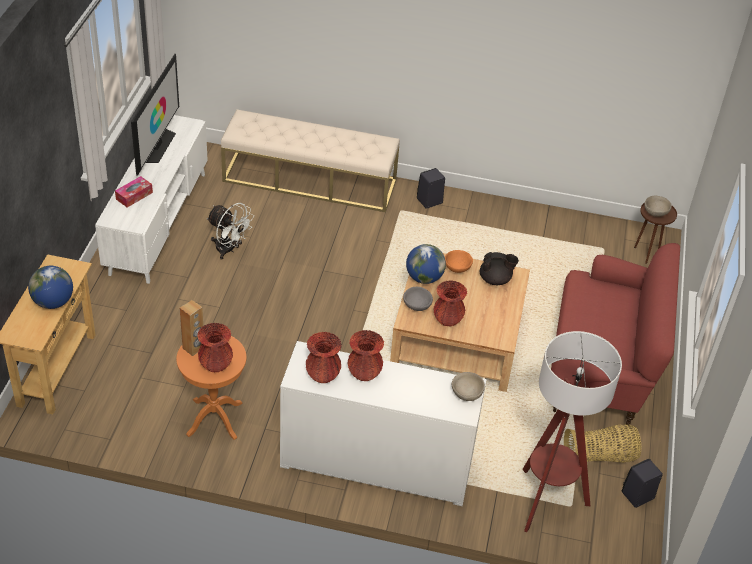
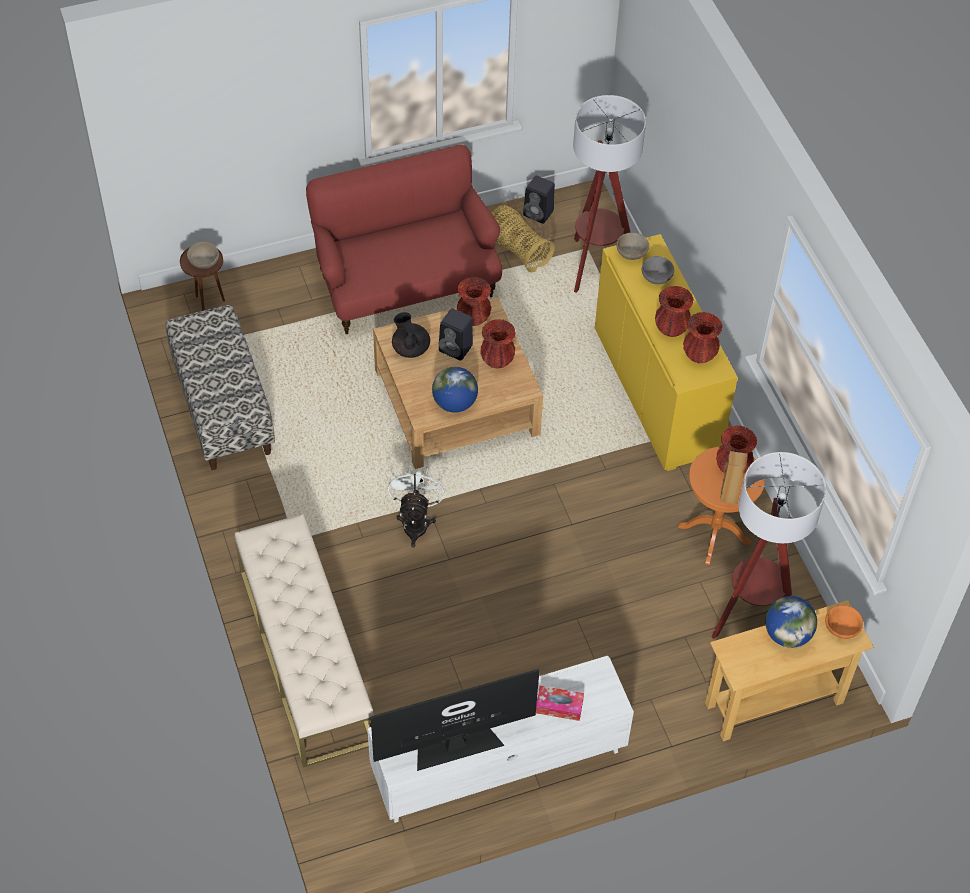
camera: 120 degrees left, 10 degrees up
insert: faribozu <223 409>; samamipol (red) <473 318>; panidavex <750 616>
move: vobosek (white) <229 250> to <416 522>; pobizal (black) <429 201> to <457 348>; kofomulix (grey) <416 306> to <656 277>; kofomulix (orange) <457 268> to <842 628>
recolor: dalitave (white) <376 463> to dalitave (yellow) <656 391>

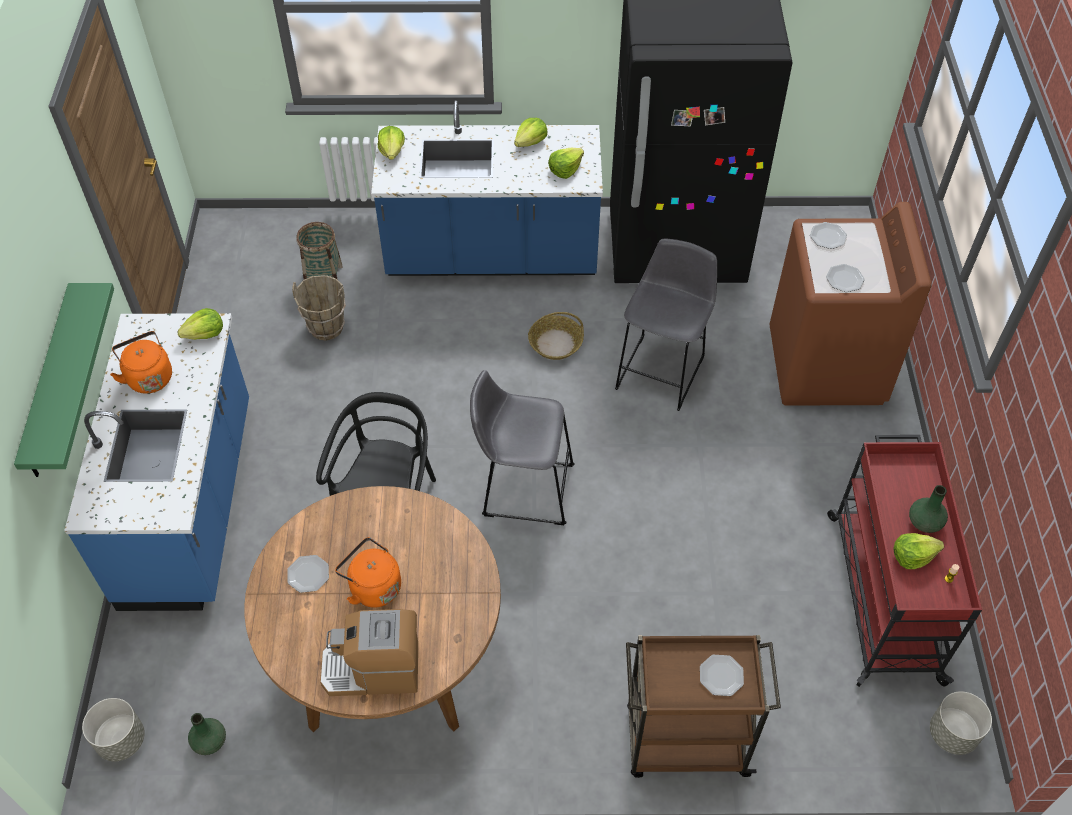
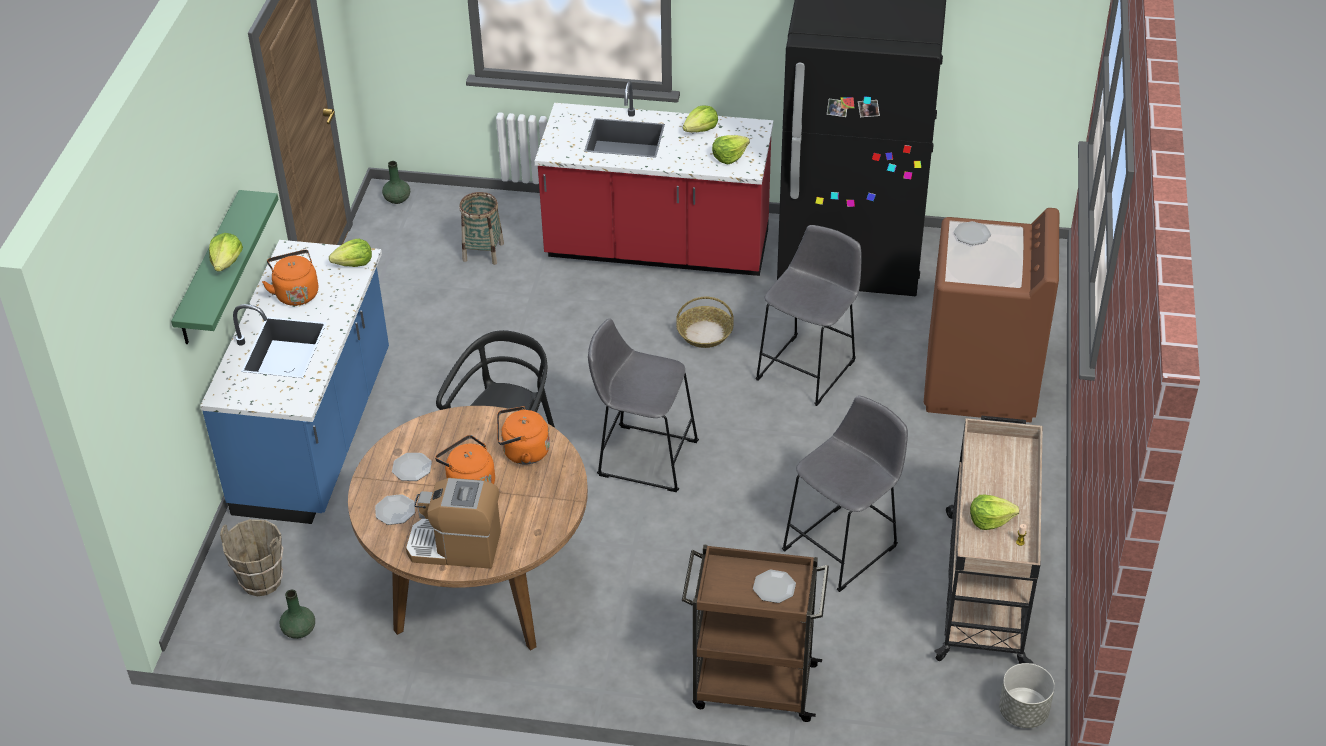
camera: 10 degrees right, 10 degrees down
delete: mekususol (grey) <121 739>
insert: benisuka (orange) <523 452>; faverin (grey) <844 545>
move: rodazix <392 151> to <226 262>; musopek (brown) <326 327> to <261 580>; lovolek <844 279> to <395 510>; samamipol (green) <924 521> to <397 199>
recolor: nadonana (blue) <492 256> to nadonana (red) <657 248>; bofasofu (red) <883 594> to bofasofu (beige) <985 587>

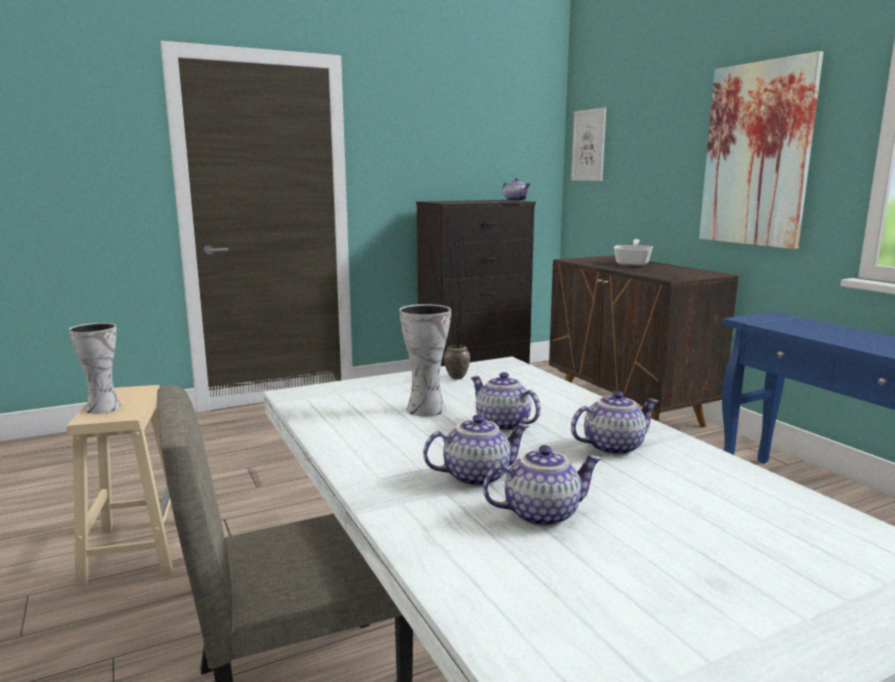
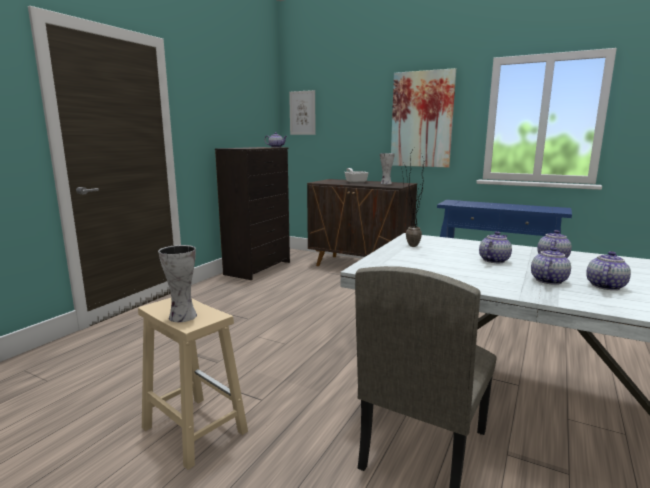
camera: 35 degrees left, 0 degrees up
move: samamipol <424 409> to <385 183>
rotate: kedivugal <501 425> = <493 260> 120 degrees clockwise

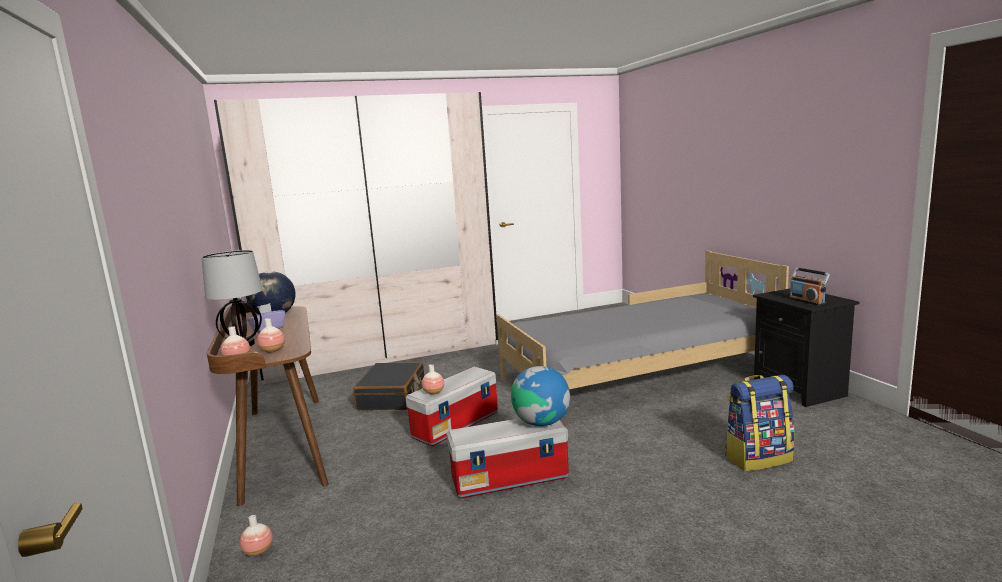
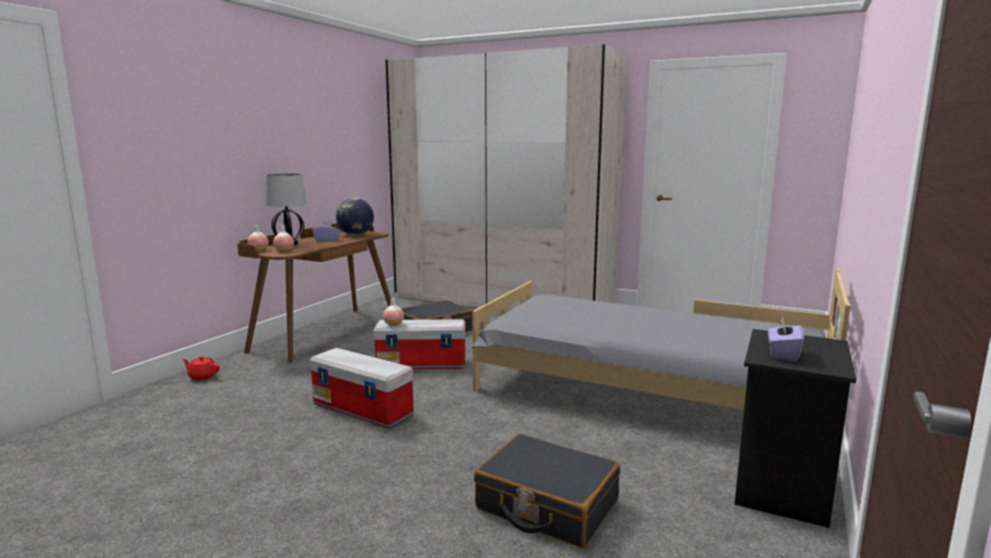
camera: 45 degrees right, 0 degrees up
delete: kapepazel <541 422>
replace: samamipol <258 551> to kedivugal (red) <202 376>; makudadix <758 458> to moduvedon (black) <546 505>; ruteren <807 301> to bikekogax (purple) <783 354>

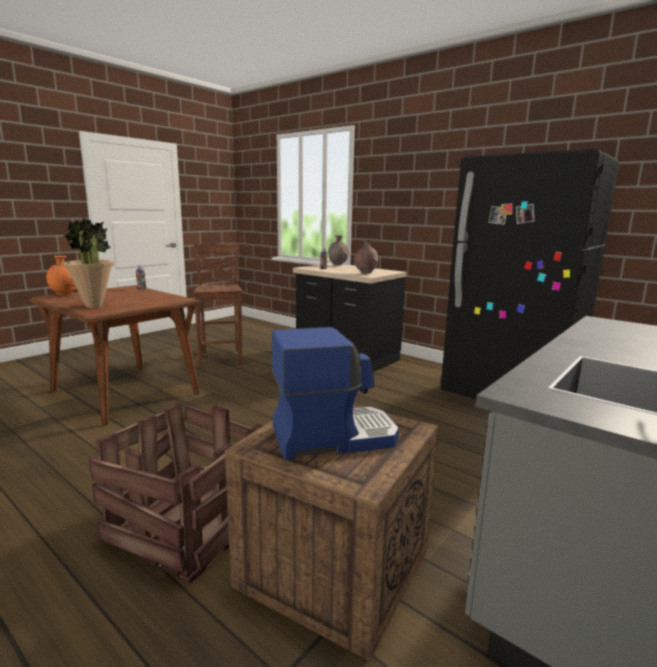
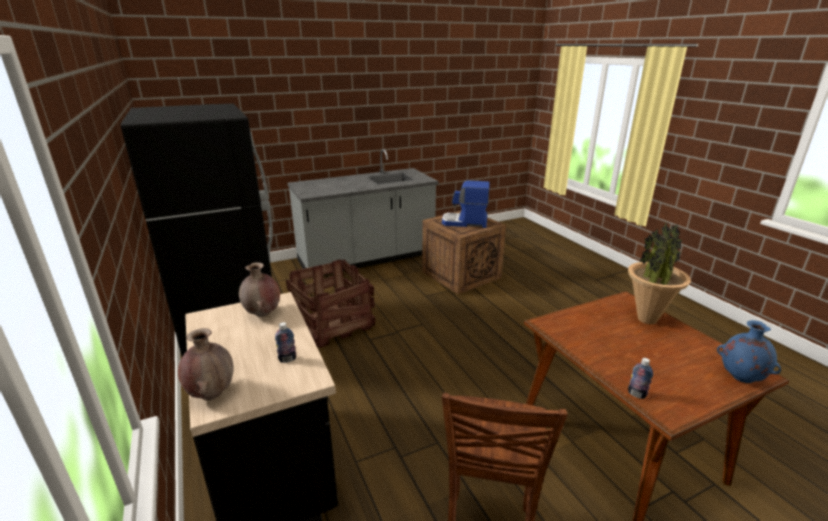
camera: 155 degrees left, 10 degrees up
move: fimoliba <190 523> to <332 324>
recolor: samamipol (orange) <64 295> to samamipol (blue) <740 377>

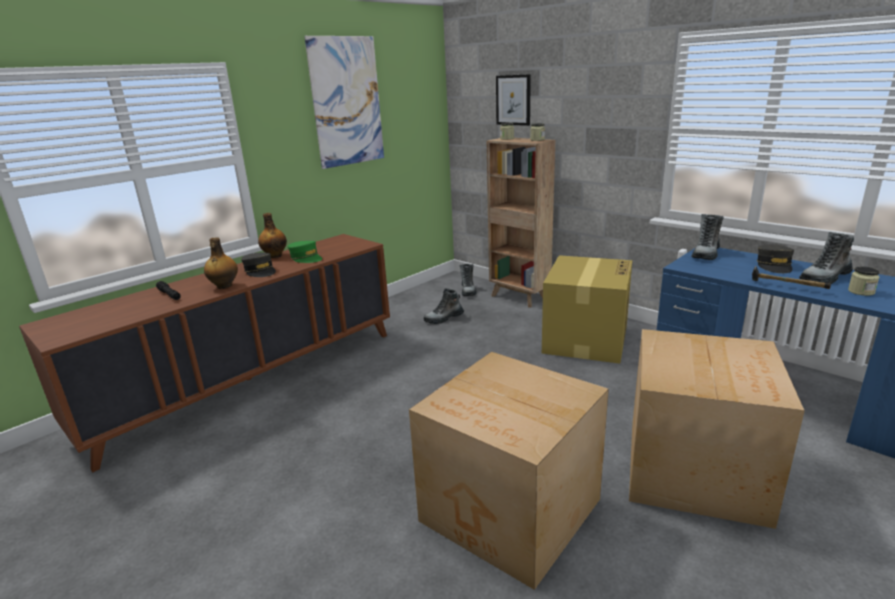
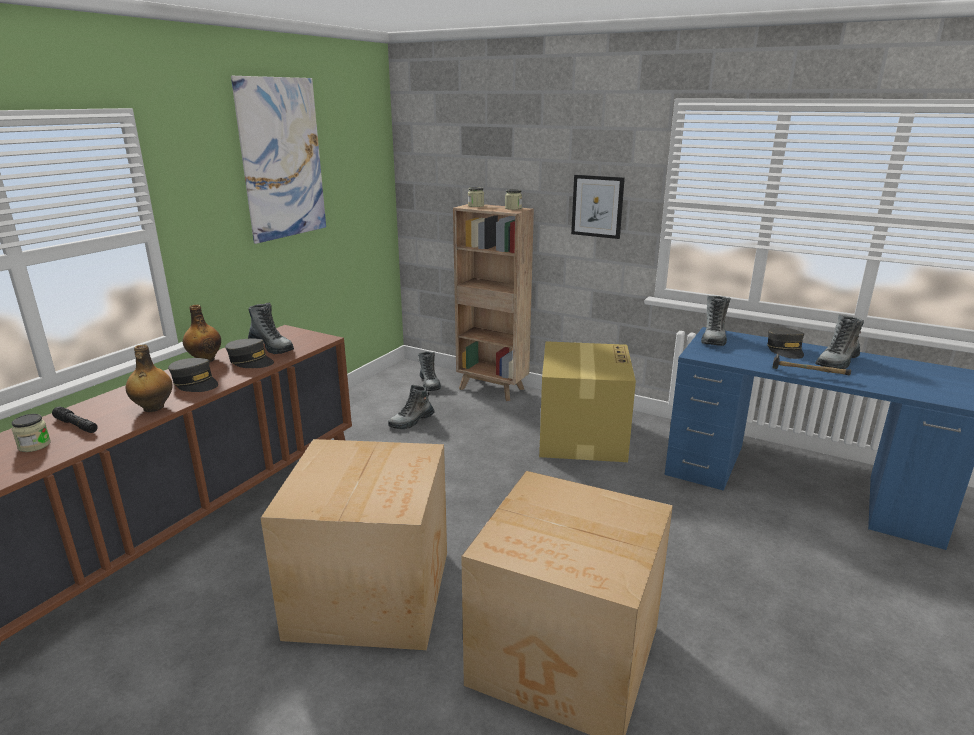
camera: 15 degrees left, 0 degrees up
insert: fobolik <272 347>
move: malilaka <861 291> to <34 445>; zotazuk <696 469> to <373 591>; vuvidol <513 100> to <597 206>
recolor: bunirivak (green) <306 258> to bunirivak (grey) <250 361>

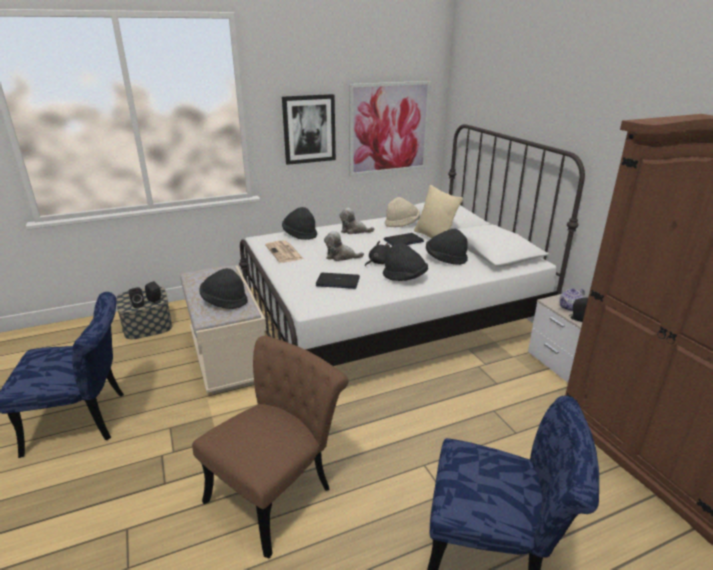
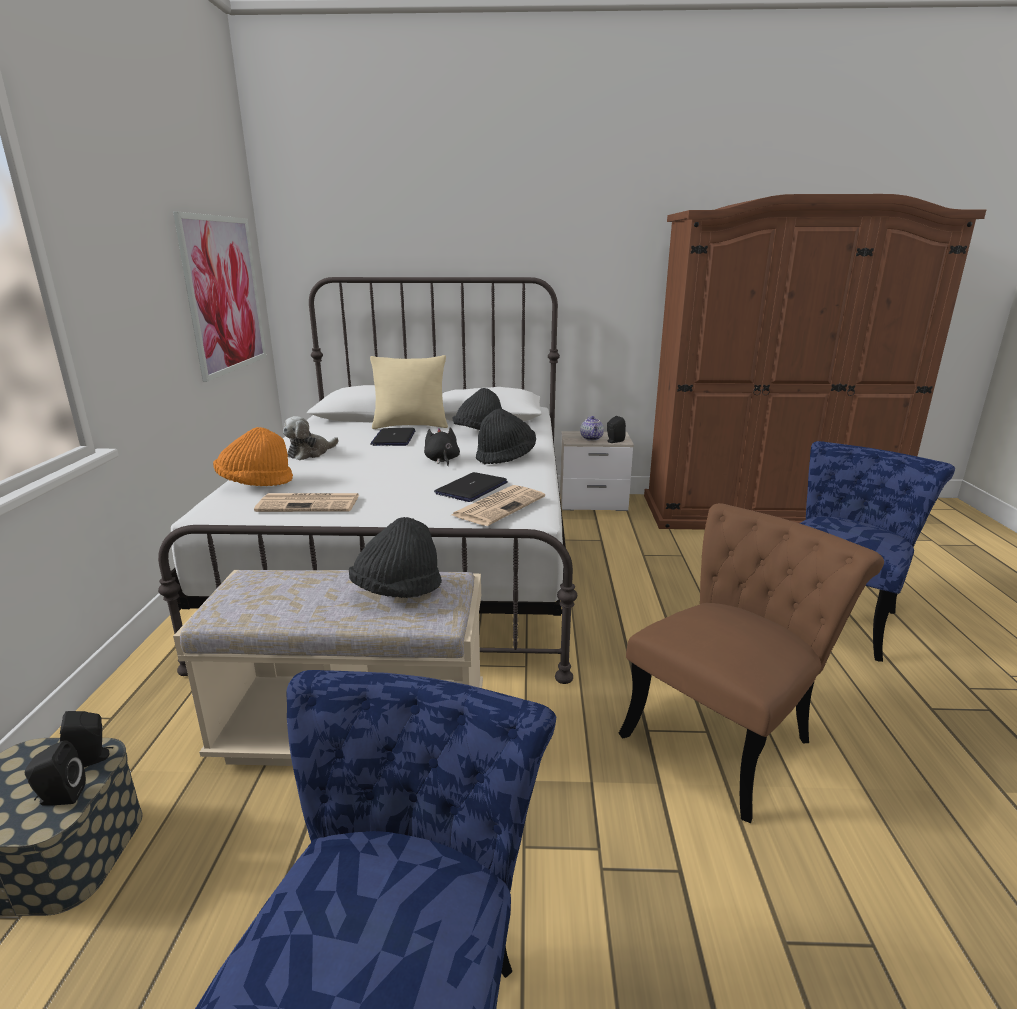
camera: 65 degrees left, 5 degrees down
delete: vuvidol <309 129>; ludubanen <341 257>; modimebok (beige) <402 224>
insert: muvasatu <499 505>
recolor: modimebok (black) <300 234> to modimebok (orange) <255 484>
rotate: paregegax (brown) <278 490> = <727 734> 75 degrees clockwise

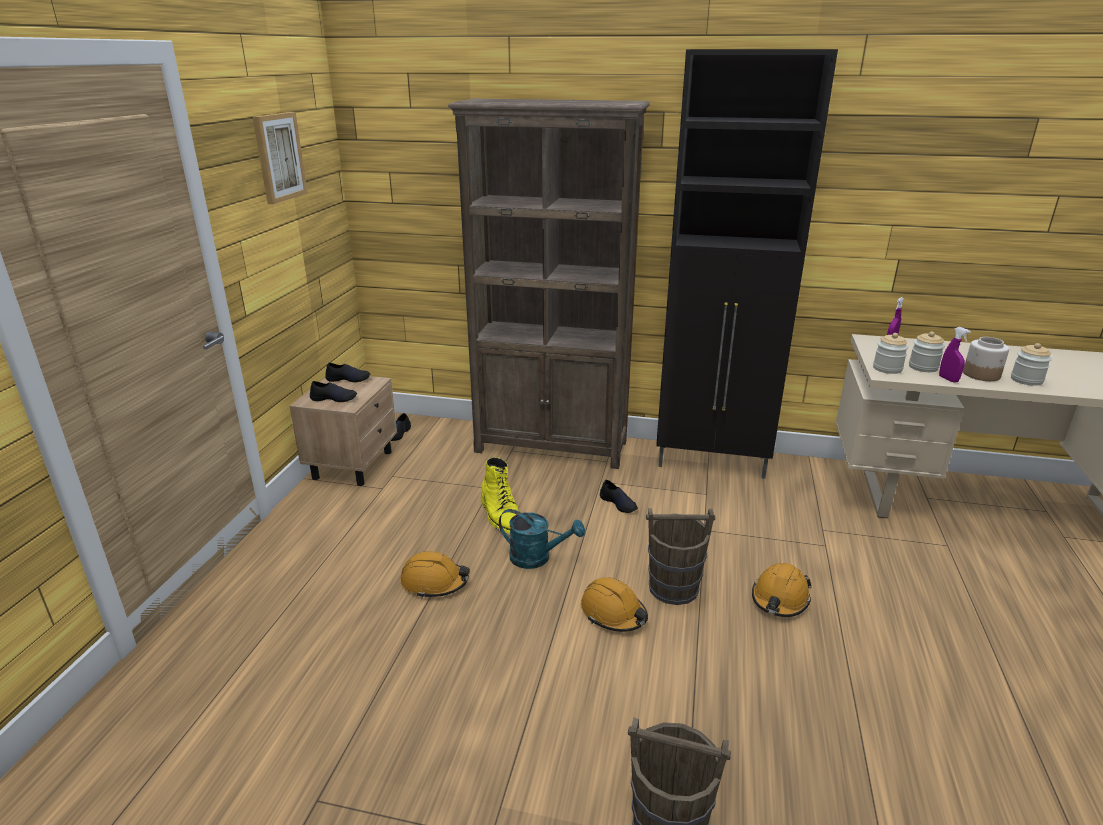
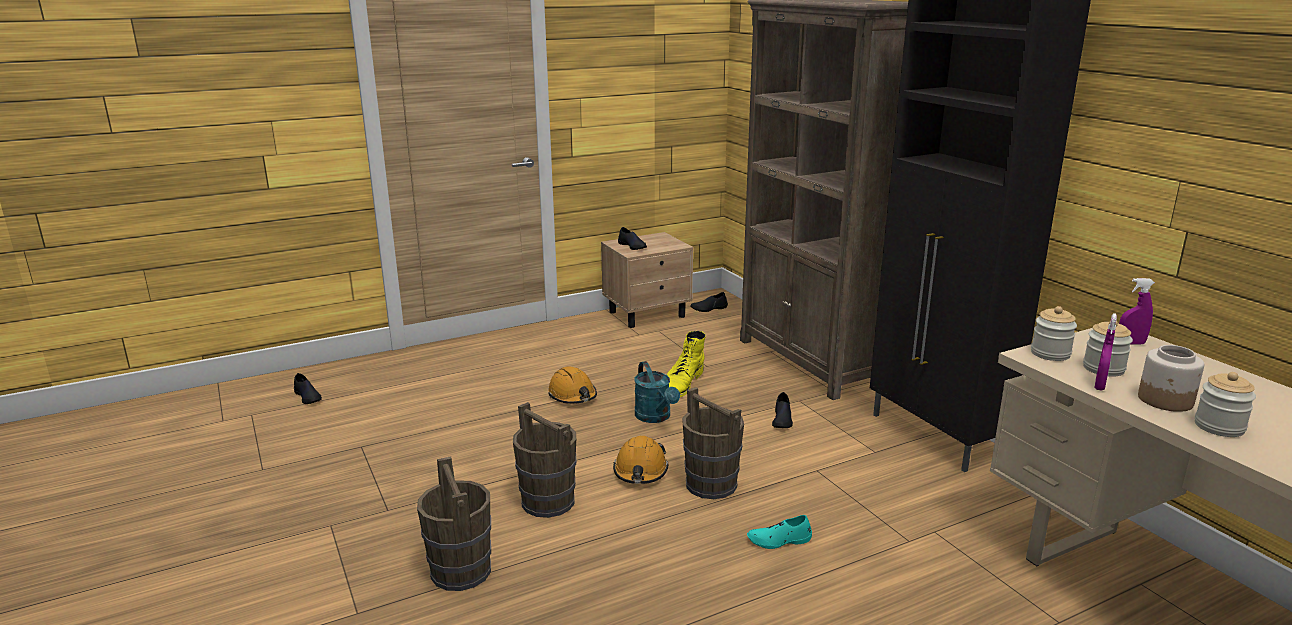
camera: 50 degrees right, 5 degrees down
delete: vuvidol <279 157>
insert: musopek (brown) <548 501>
move: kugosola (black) <348 379> to <308 397>
replace: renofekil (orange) <780 599> to kugosola (turquoise) <779 540>

